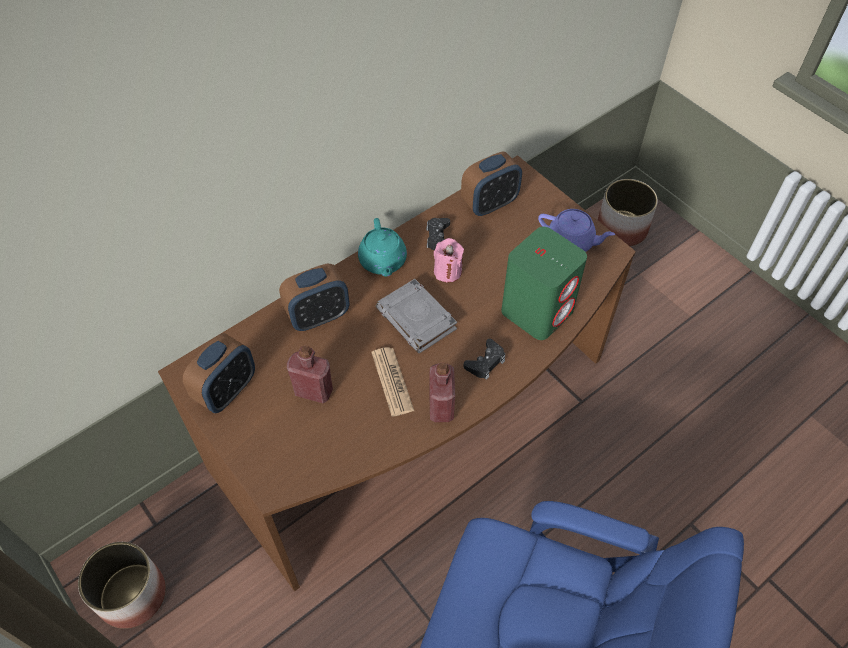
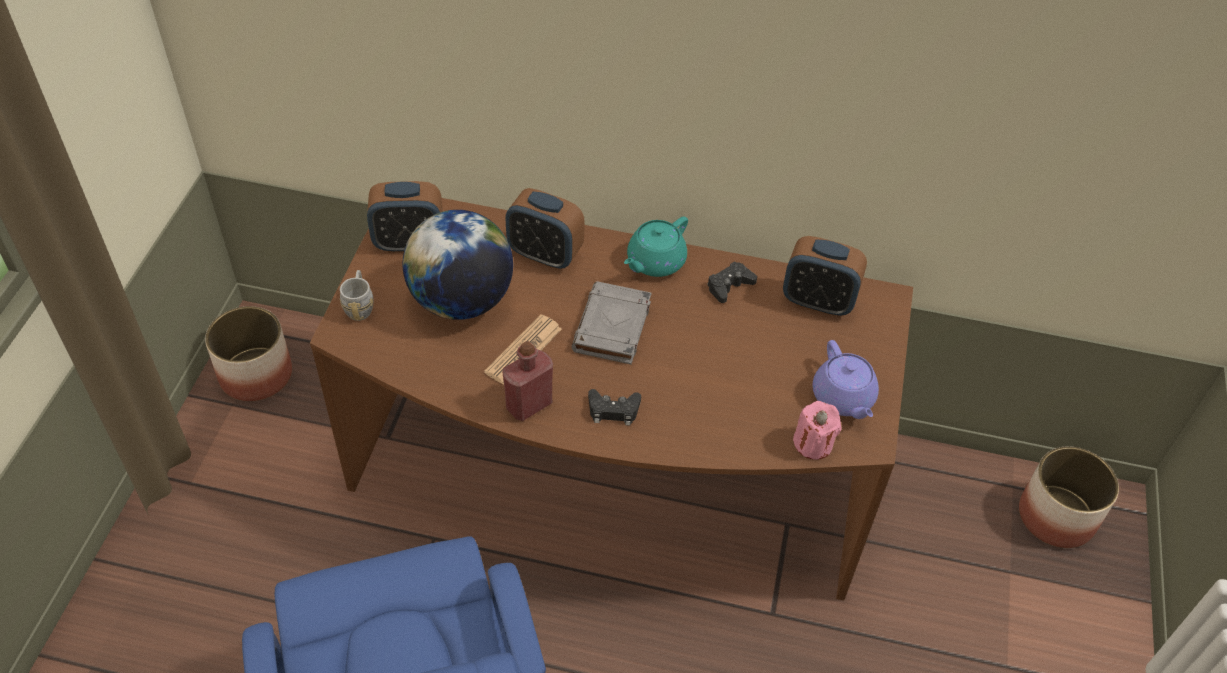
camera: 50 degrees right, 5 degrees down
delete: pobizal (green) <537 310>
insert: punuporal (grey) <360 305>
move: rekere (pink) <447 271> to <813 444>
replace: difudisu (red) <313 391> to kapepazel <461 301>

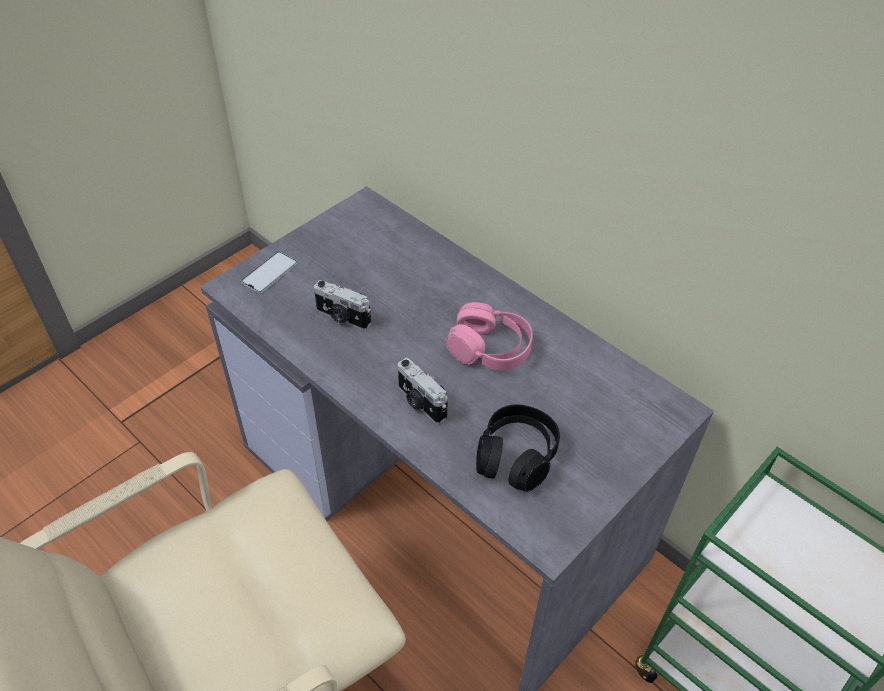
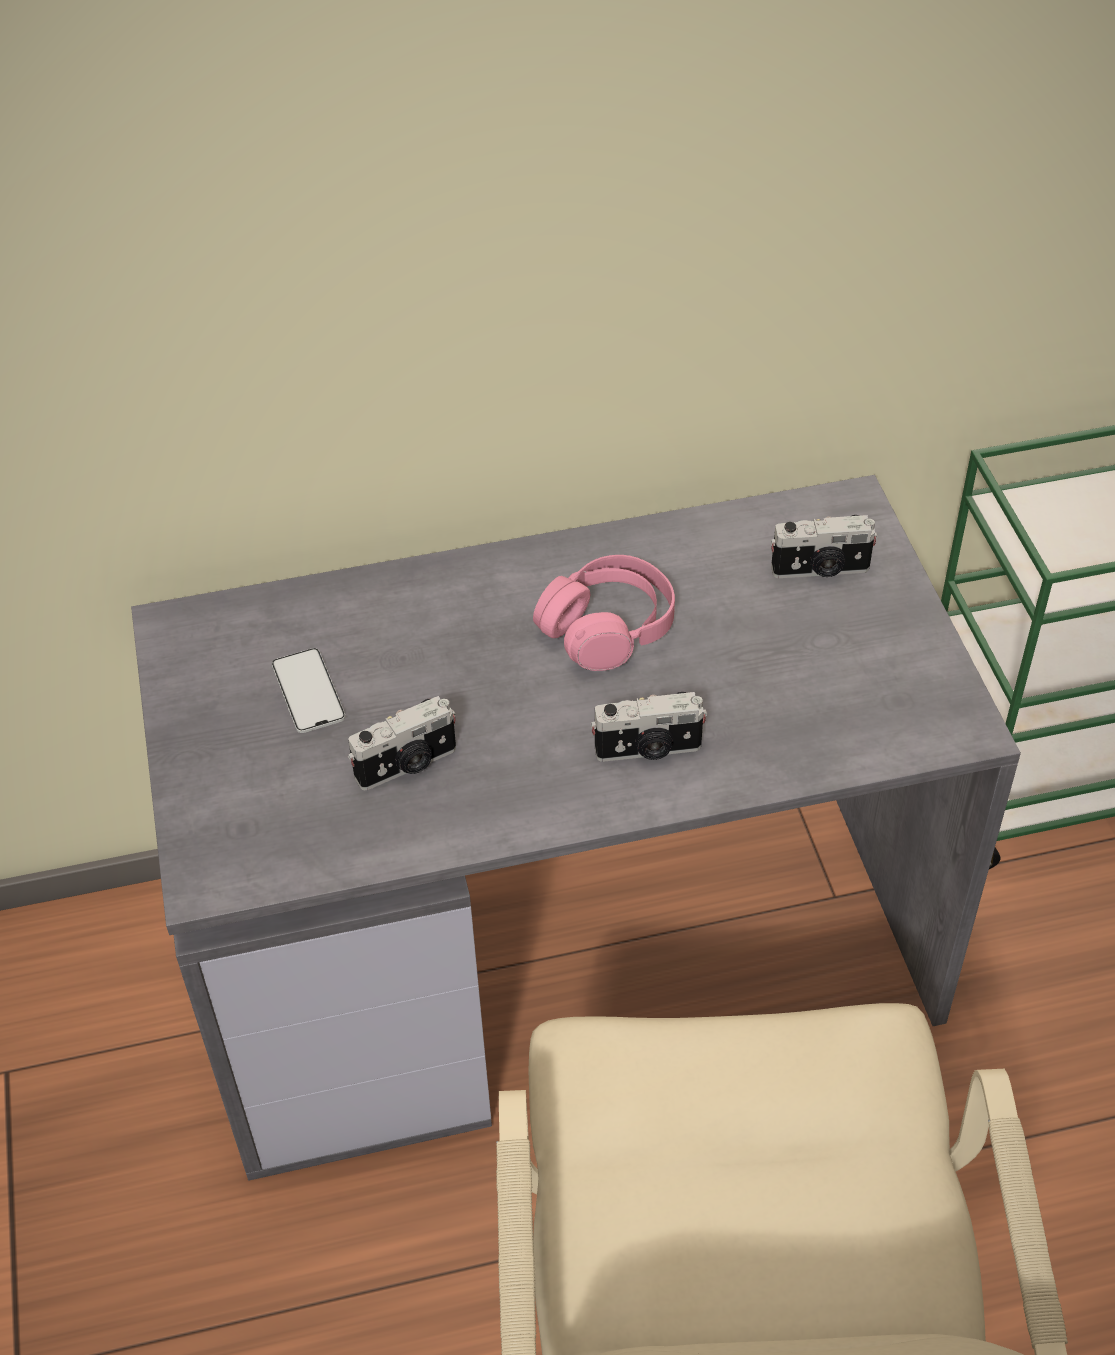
camera: 55 degrees left, 0 degrees up
delete: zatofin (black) <516 456>
insert: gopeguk <821 570>
move: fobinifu <269 273> to <308 691>

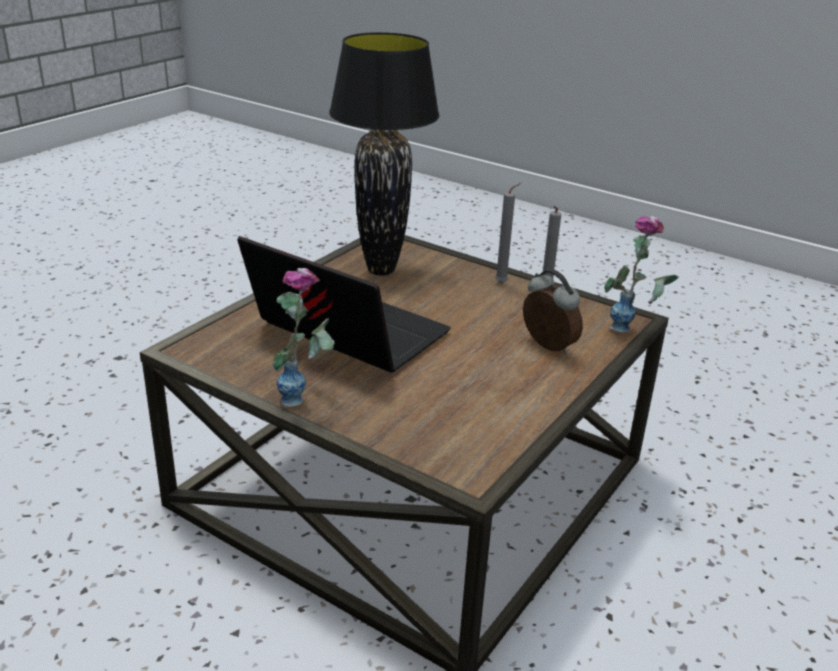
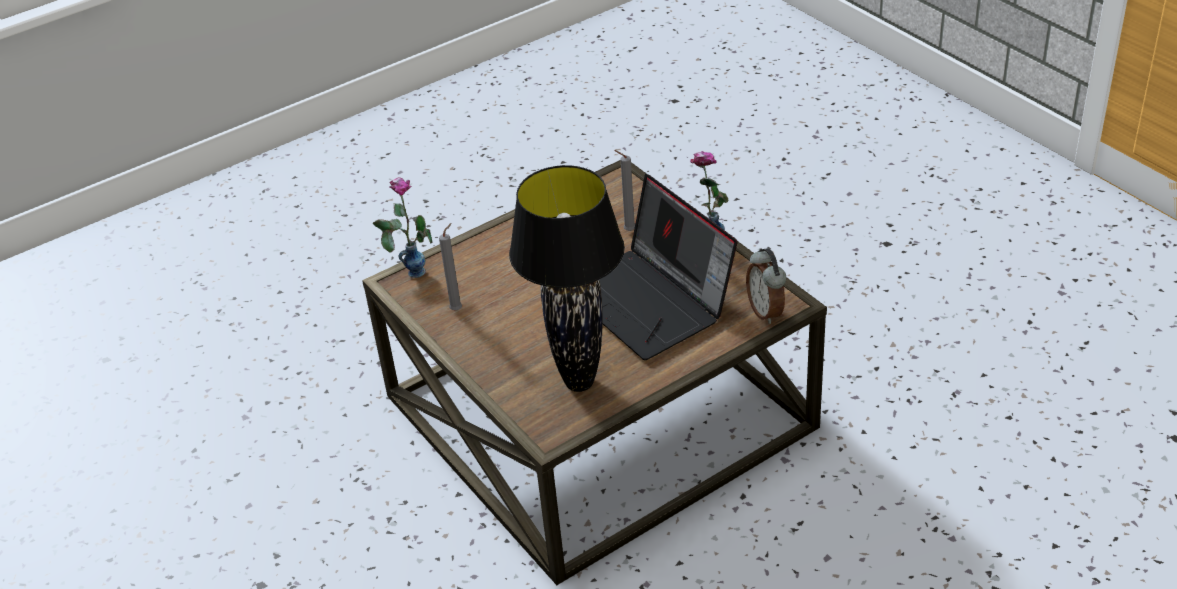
camera: 155 degrees left, 10 degrees up
move: rekere (grey) <503 283> to <627 231>; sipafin <546 347> to <766 311>

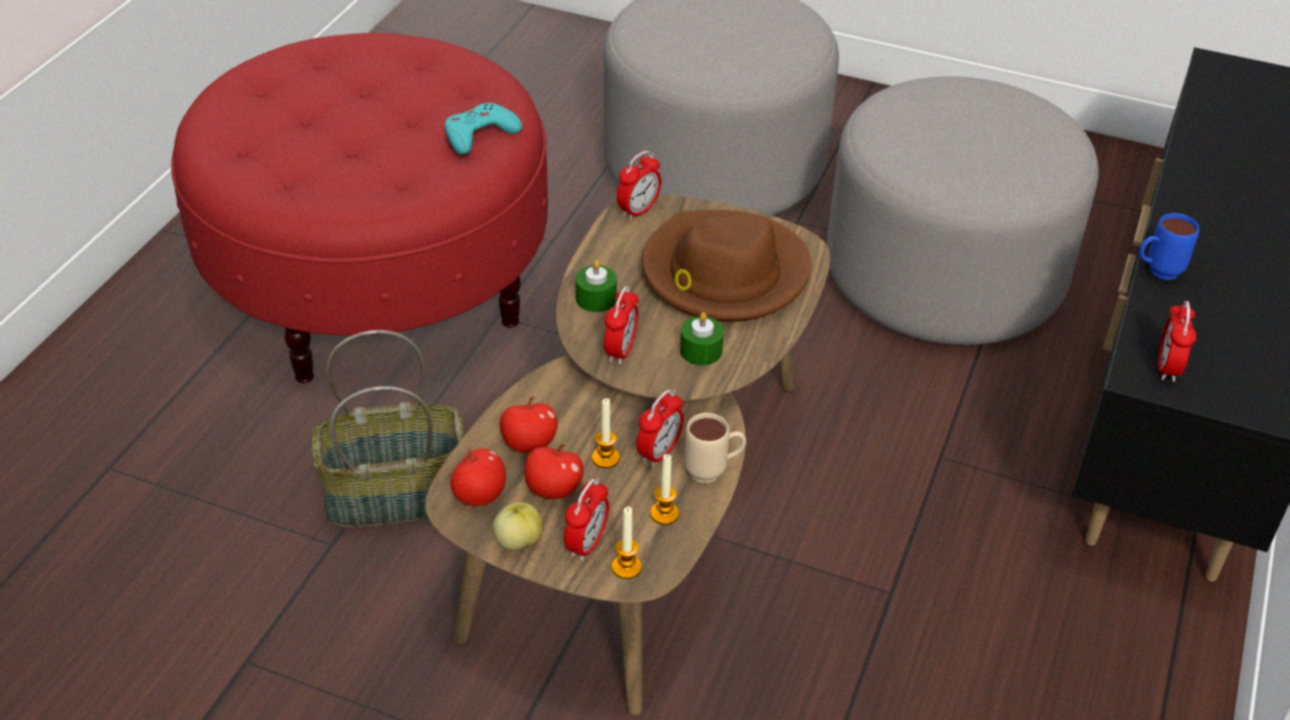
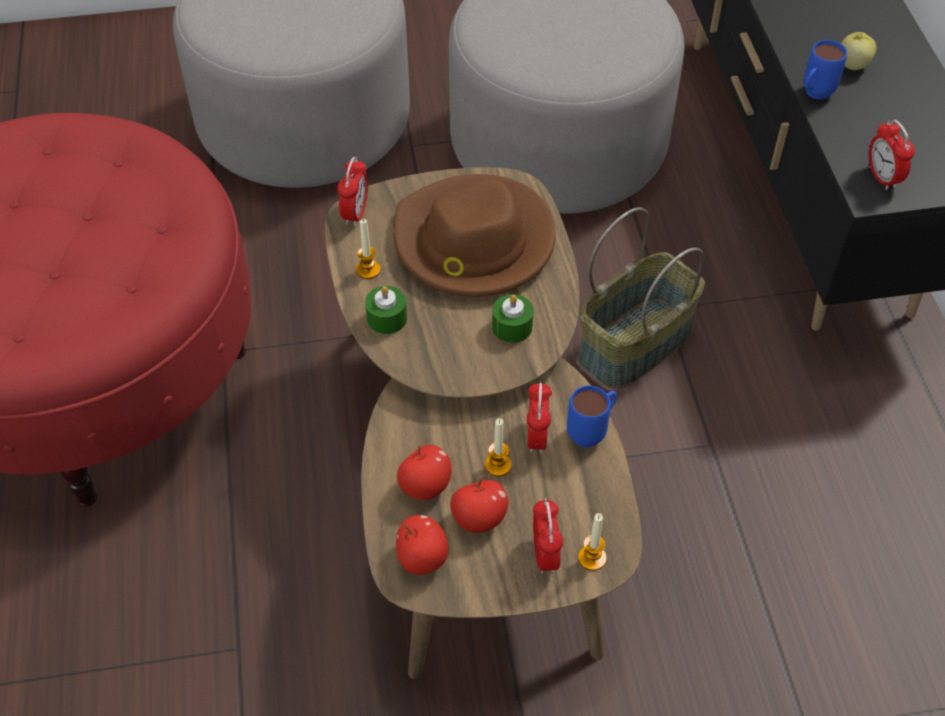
camera: 30 degrees left, 10 degrees up
delete: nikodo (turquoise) <479 134>; sipafin <621 351>
move: rekere <664 514> to <368 270>; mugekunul <397 494> to <634 342>; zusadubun <518 541> to <852 65>
recolor: punuporal (beige) <713 472> to punuporal (blue) <592 432>

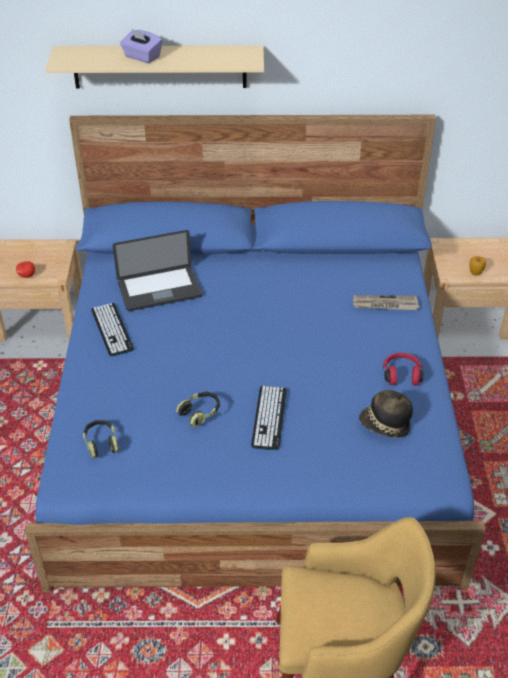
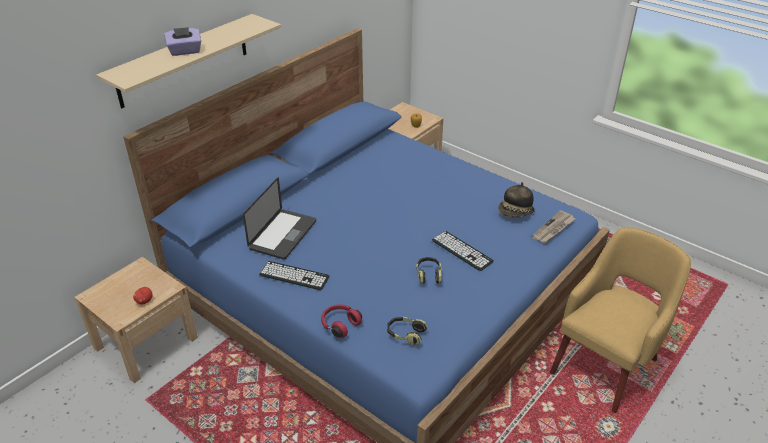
camera: 50 degrees left, 5 degrees down
move: zatofin (red) <401 374> to <340 324>; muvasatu <384 304> to <553 229>

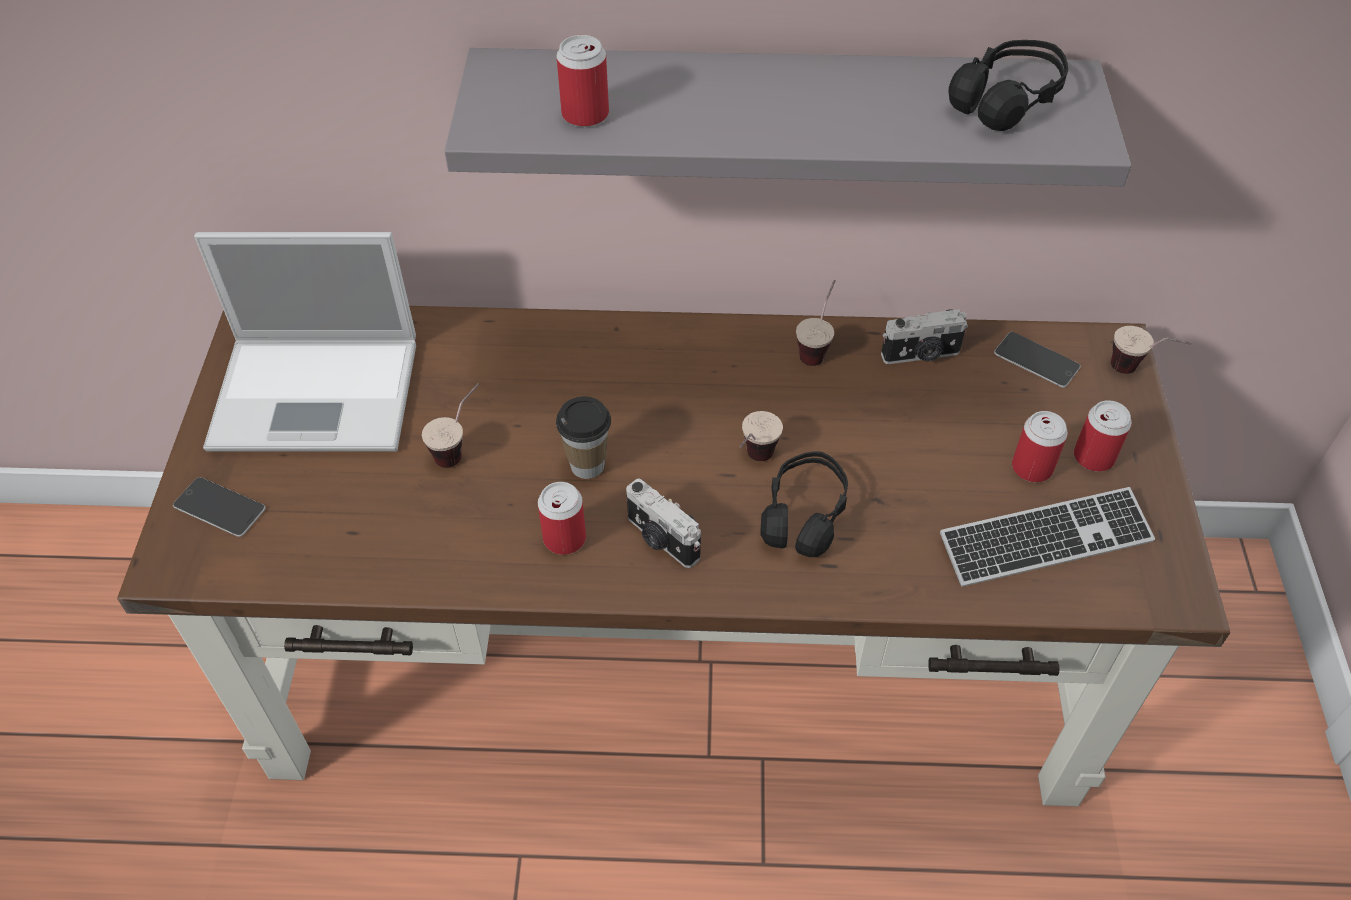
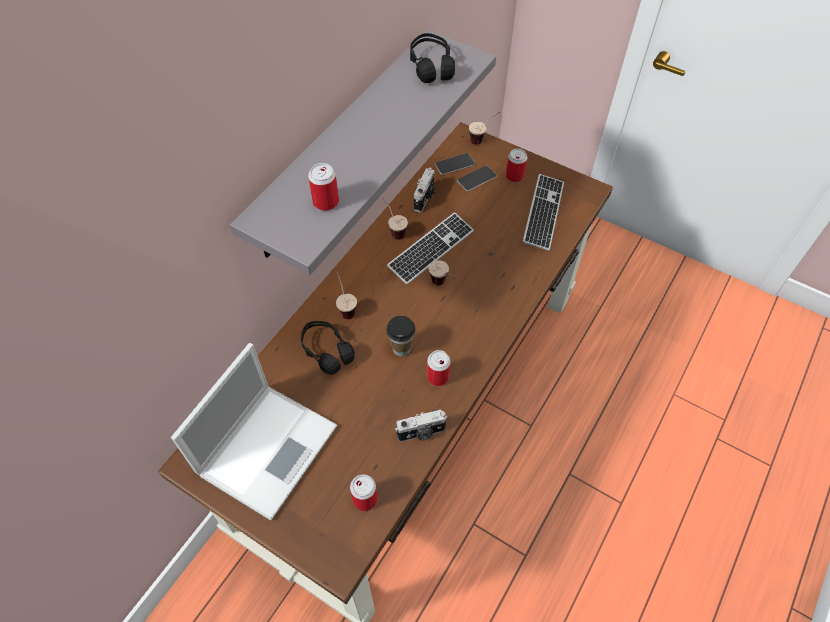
camera: 60 degrees left, 5 degrees up
insert: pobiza <431 249>
move: zatofin (black) <804 514> to <326 351>; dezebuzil <460 448> to <345 307>; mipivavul <1032 467> to <365 499>; gopeguk <661 540> to <421 433>; fobinifu <219 507> to <477 178>

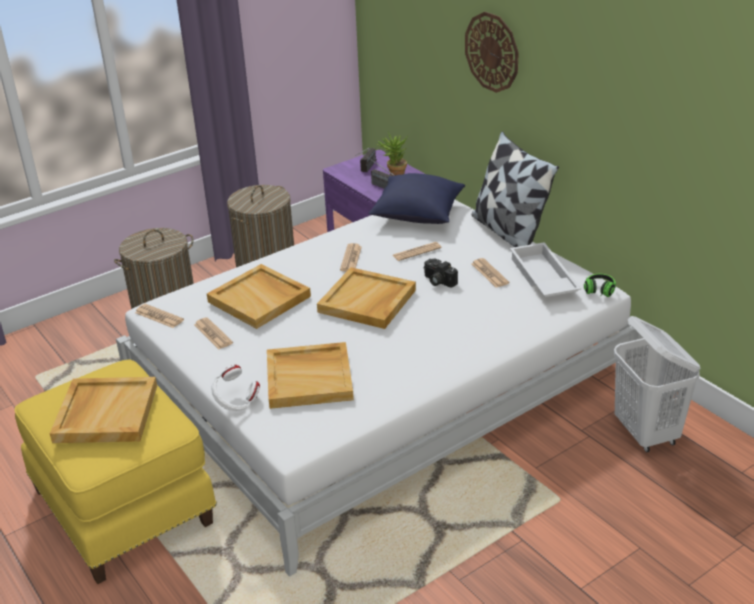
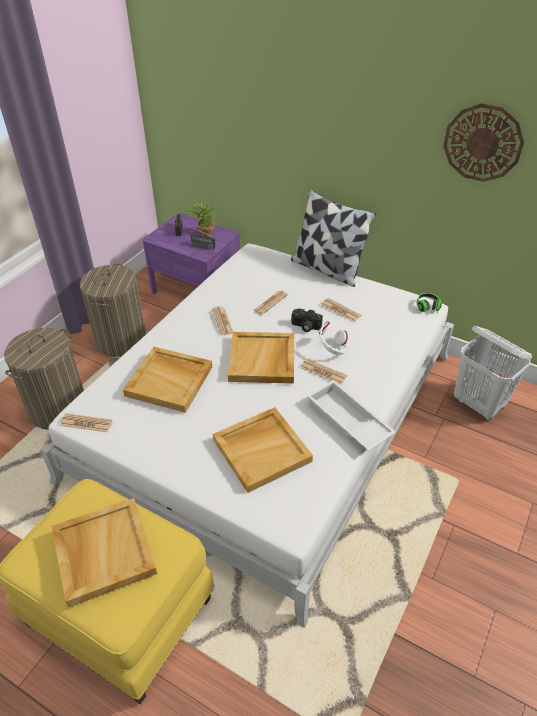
camera: 25 degrees left, 10 degrees up
delete: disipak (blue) <417 214>
move: muvasatu <213 334> to <323 372>; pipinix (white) <541 278> to <347 421>; zatofin (white) <236 403> to <332 349>; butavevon <492 52> to <482 143>

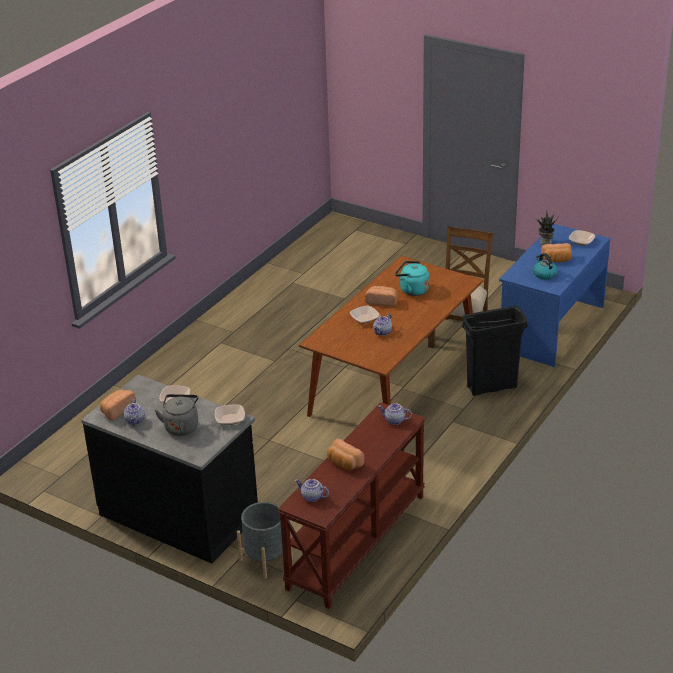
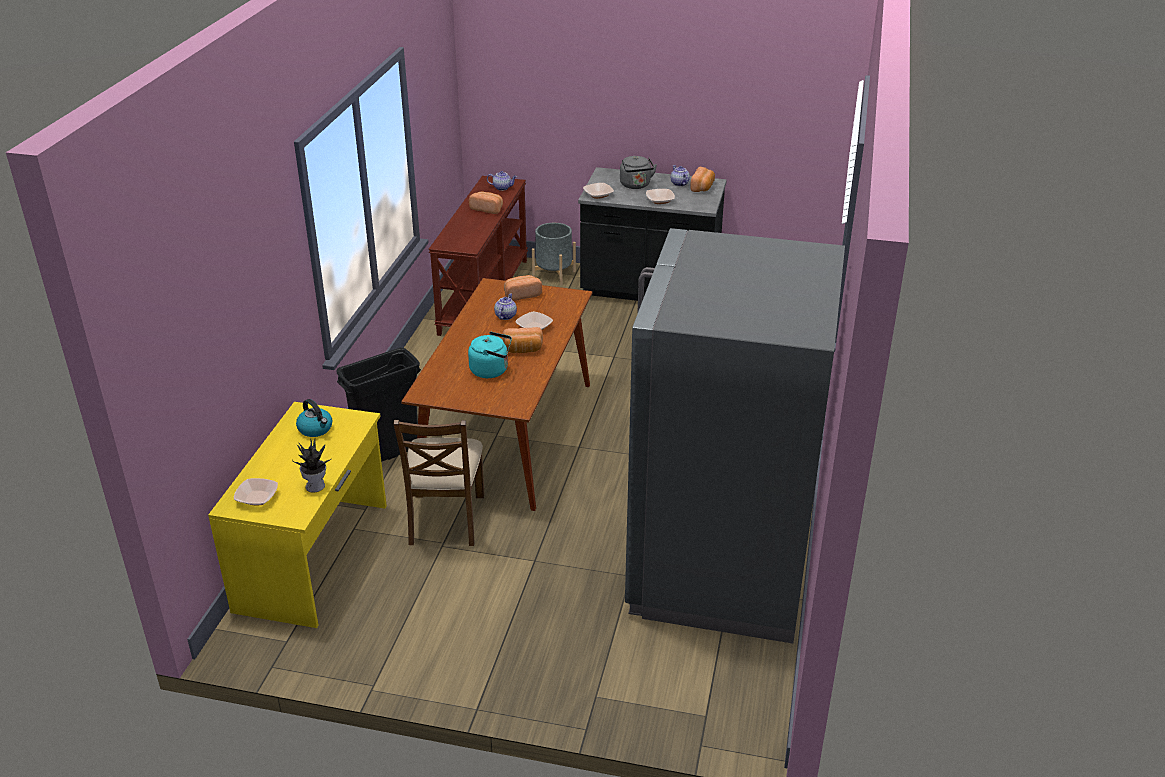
camera: 160 degrees right, 0 degrees up
delete: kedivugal <394 420>
insert: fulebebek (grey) <720 565>
move: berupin <556 260> to <521 295>
recolor: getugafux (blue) <551 327> to getugafux (yellow) <315 557>

